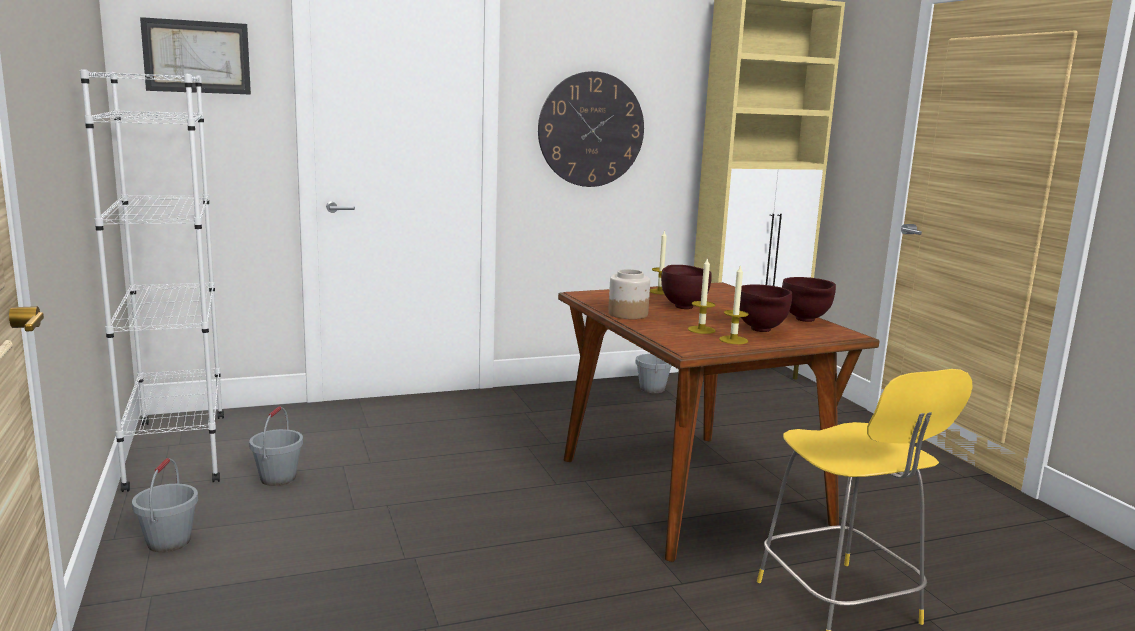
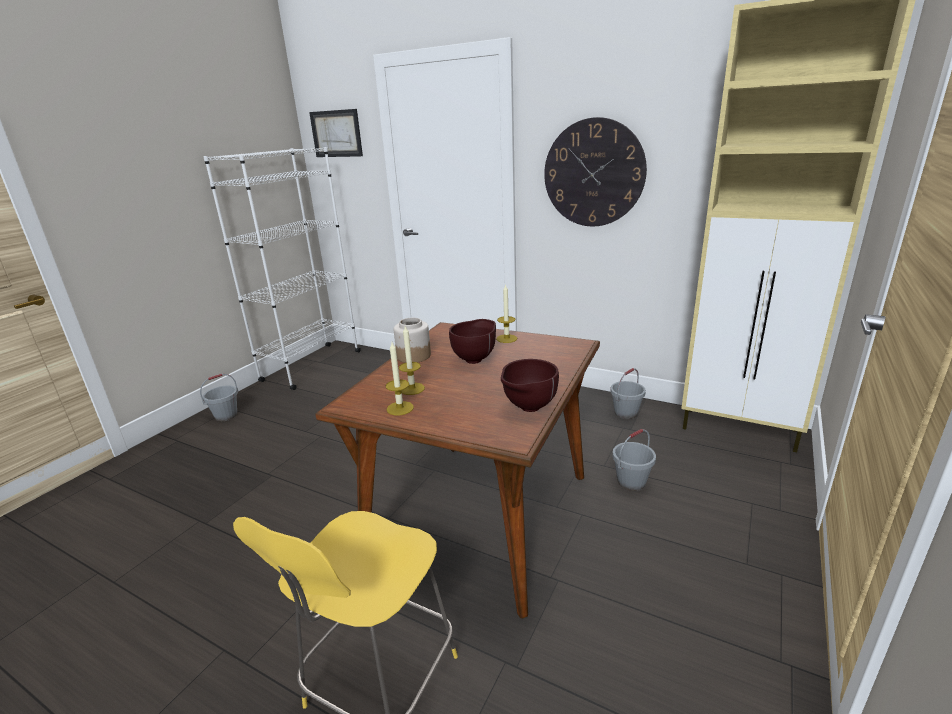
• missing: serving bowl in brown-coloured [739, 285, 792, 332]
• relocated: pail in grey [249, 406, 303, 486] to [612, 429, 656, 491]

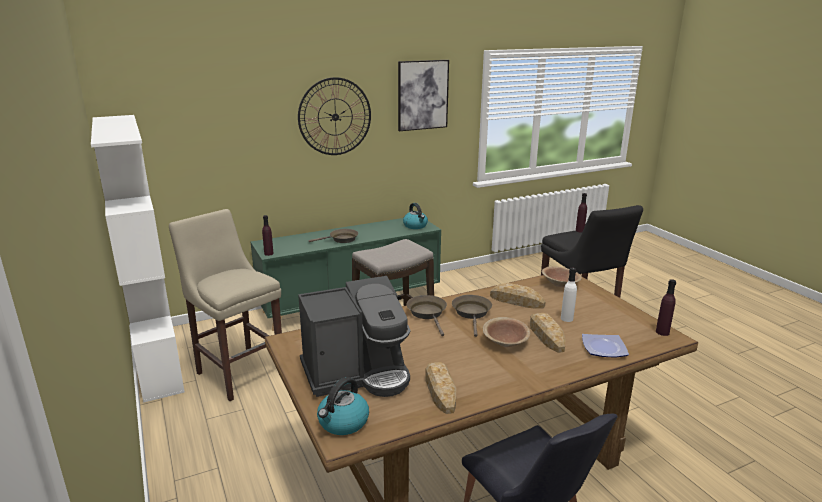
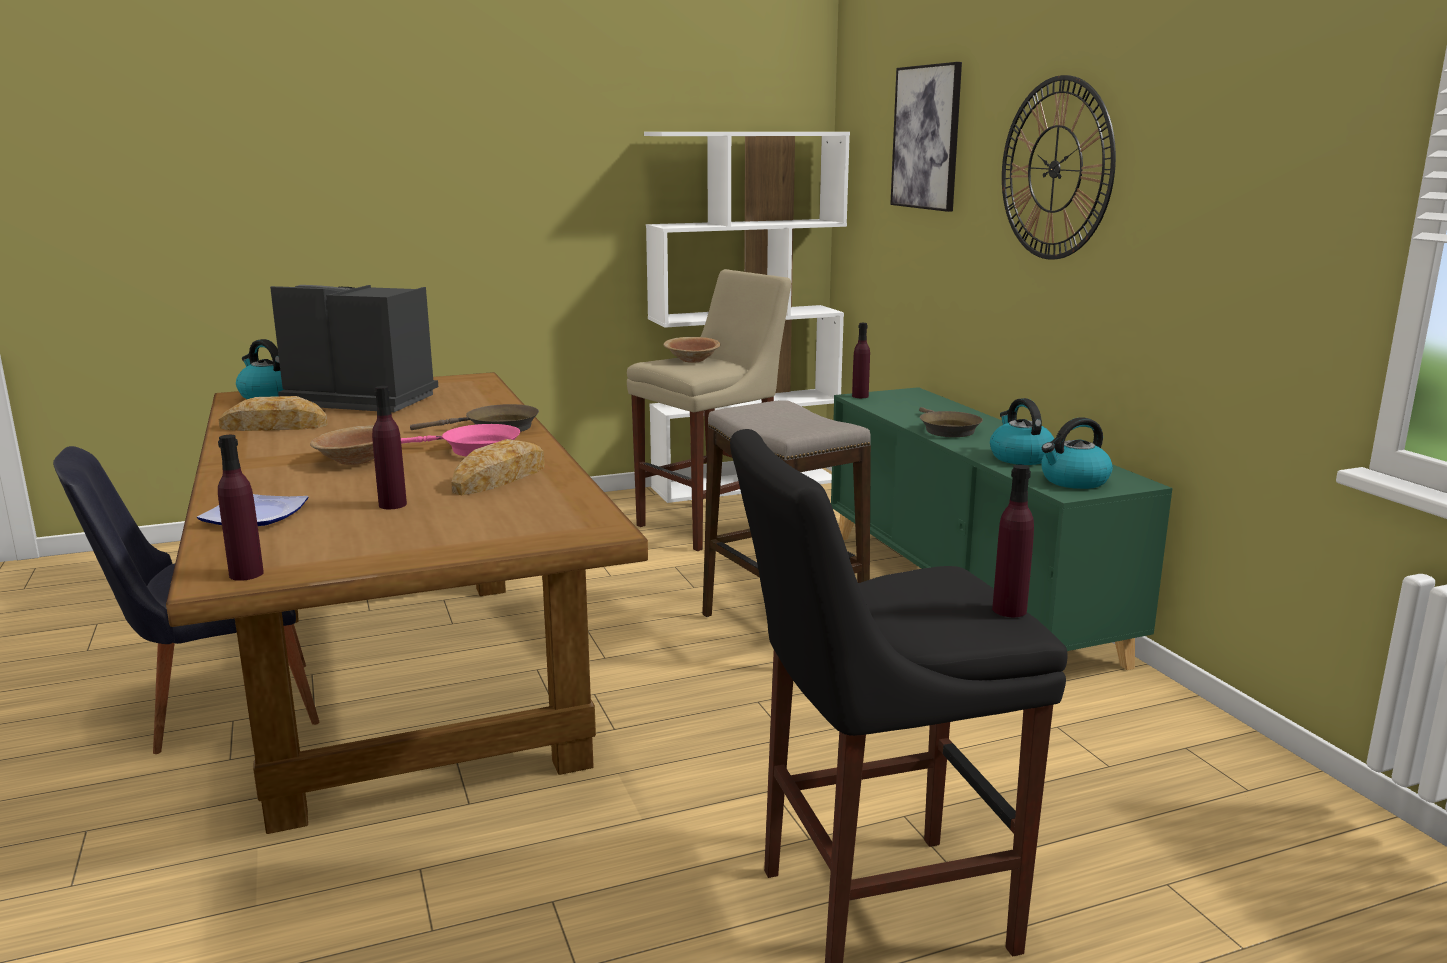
• relocated: wall picture [398, 60, 449, 131] to [890, 62, 962, 212]
• relocated: serving bowl in brown-coloured [542, 267, 582, 287] to [664, 337, 721, 363]
• colour: beverage bottle in white [561, 268, 577, 322] to beverage bottle in purple [372, 386, 407, 509]
• spun: coffee brewer [298, 276, 410, 397] = [270, 285, 438, 412] 120 degrees clockwise
• colour: frying pan in brown-coloured [452, 295, 492, 337] to frying pan in pinkish [401, 424, 520, 456]
• missing: bakery bread [530, 313, 565, 353]
• appeared: tea kettle [990, 398, 1054, 465]

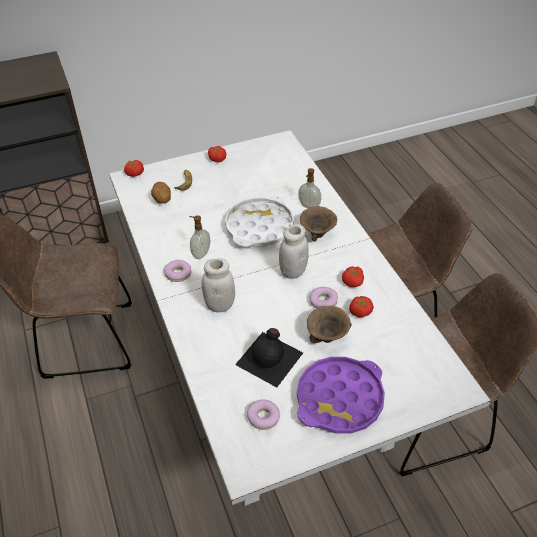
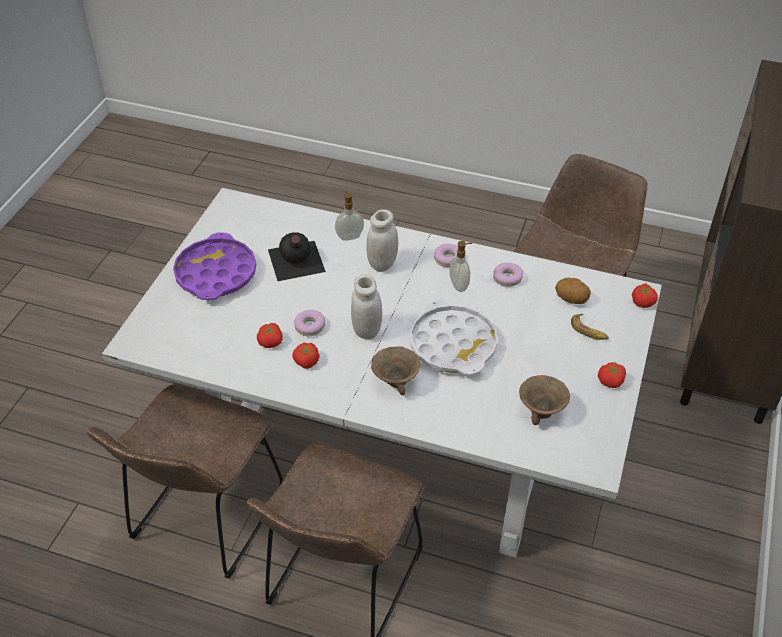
• relocated: liquid soap bottle [298, 168, 321, 208] to [335, 191, 364, 241]
• relocated: serving bowl in brown-coloured [307, 306, 352, 343] to [519, 375, 570, 425]
• relocated: ring doughnut [247, 399, 280, 430] to [493, 262, 523, 287]

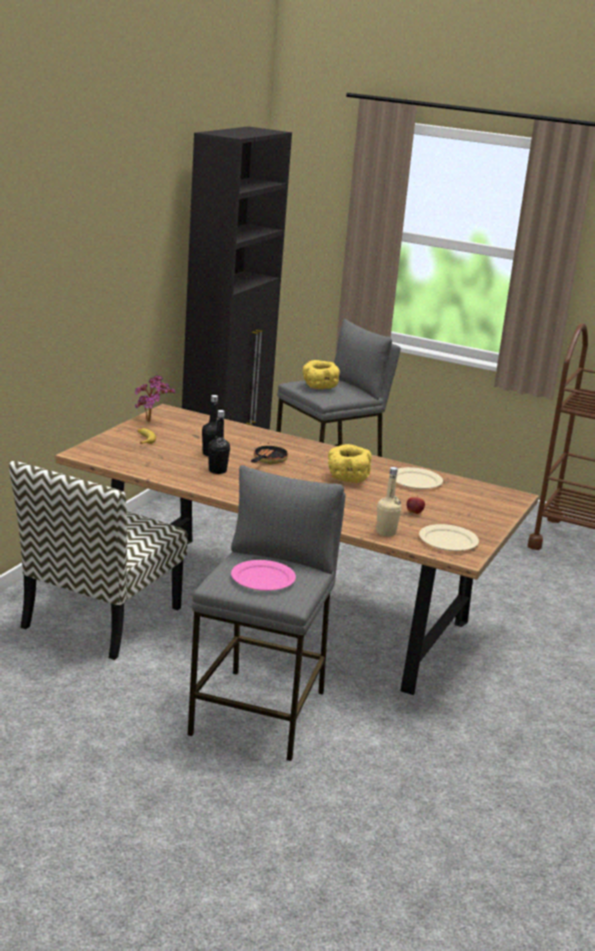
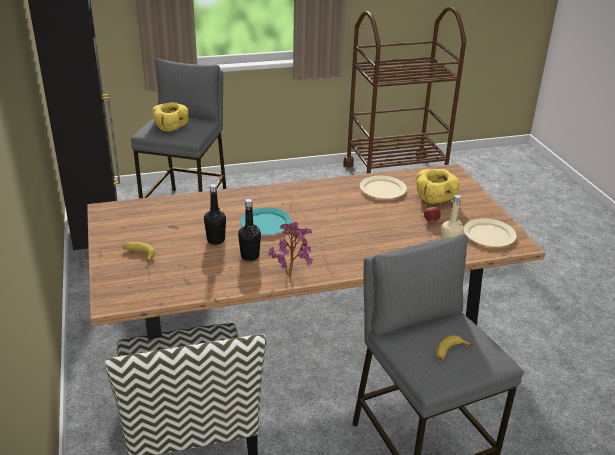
• relocated: plant in a pot [135, 375, 175, 422] to [268, 222, 313, 275]
• exchanged: frying pan [251, 443, 288, 464] to flat dish in blue-green [240, 208, 292, 235]
• relocated: serving bowl in yellowish [328, 444, 372, 483] to [416, 169, 460, 204]
• exchanged: flat dish in pinkish [231, 560, 296, 591] to banana [436, 335, 473, 361]

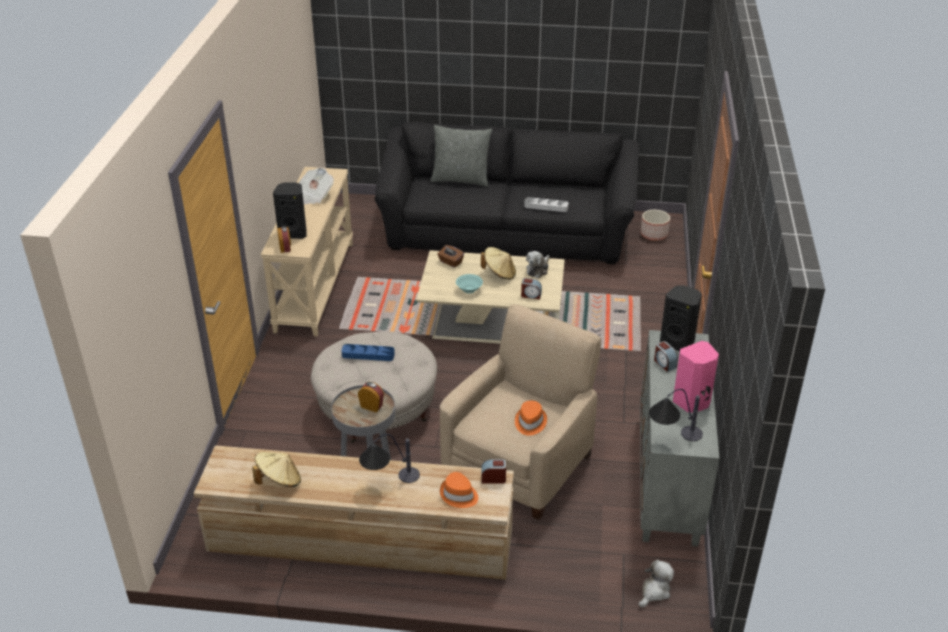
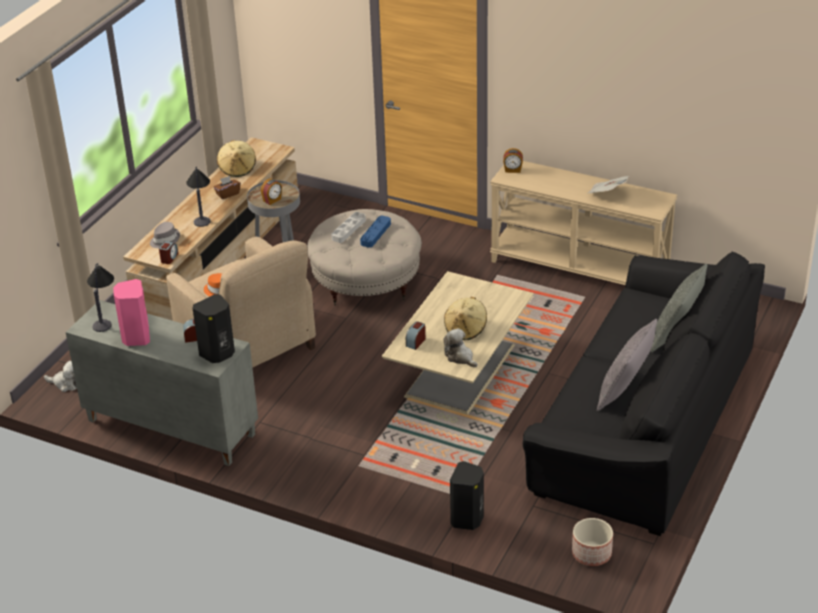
• relocated: loudspeaker in black [273, 182, 307, 239] to [450, 461, 484, 530]
• relocated: serving tray in grey [524, 197, 568, 212] to [331, 212, 366, 243]
• relocated: tissue box in brown-coloured [437, 245, 464, 268] to [213, 176, 241, 199]
• missing: serving bowl in blue-green [456, 274, 483, 294]
• colour: clothing hat in orange [440, 472, 478, 508] to clothing hat in grey [150, 222, 180, 248]
• spun: plush toy [639, 560, 674, 608] = [44, 361, 77, 392] 45 degrees counterclockwise
• appeared: pillow in grey [597, 319, 657, 411]

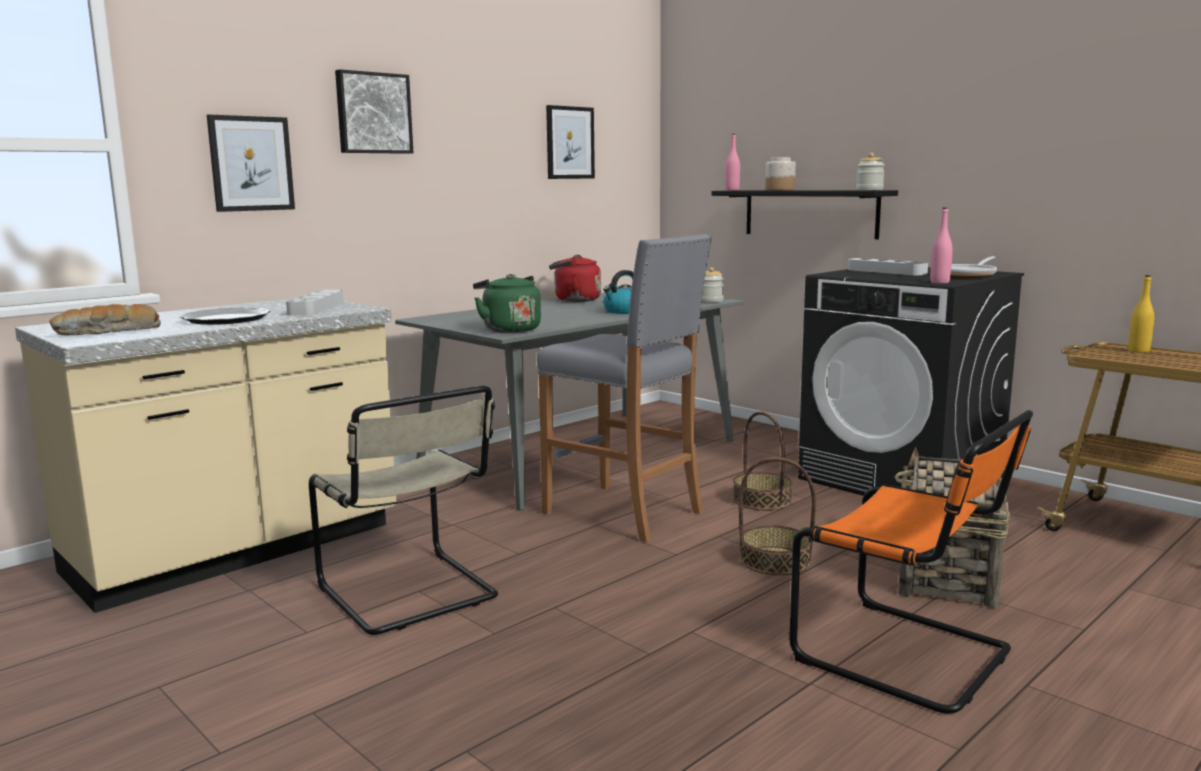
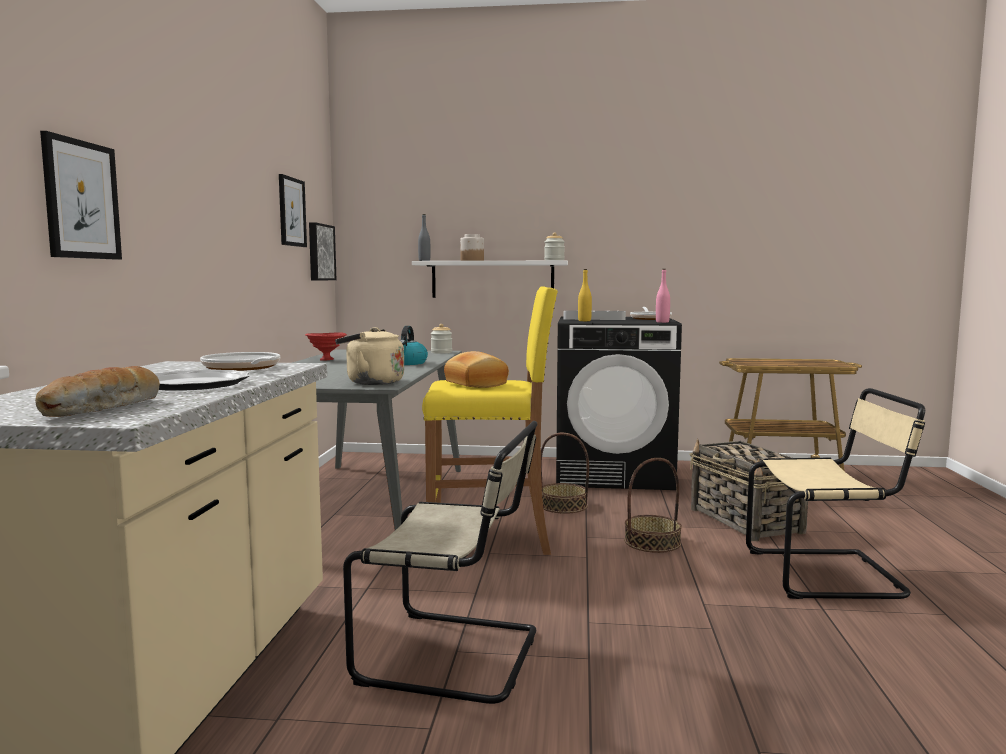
• relocated: wall picture [335, 69, 413, 154] to [309, 222, 336, 281]
• colour: beverage bottle in pinkish [725, 134, 740, 190] to beverage bottle in grey [418, 214, 430, 261]
• colour: bracket shelf in black [711, 190, 898, 239] to bracket shelf in white [412, 261, 568, 298]
• colour: stool seat in grey [536, 234, 712, 542] to stool seat in yellowish [422, 286, 558, 555]
• exchanged: tea kettle in reddish [549, 255, 601, 302] to serving bowl in reddish [305, 332, 347, 361]
• colour: tea kettle in greenish [473, 274, 541, 333] to tea kettle in beige [335, 327, 404, 385]
• relocated: beverage bottle in yellowish [1128, 275, 1154, 353] to [578, 269, 592, 321]
• exchanged: serving tray in grey [286, 290, 344, 316] to frying pan [200, 352, 280, 371]
• colour: upright chair in orange [789, 410, 1033, 714] to upright chair in beige [746, 388, 925, 599]
• appeared: bakery bread [444, 351, 509, 388]

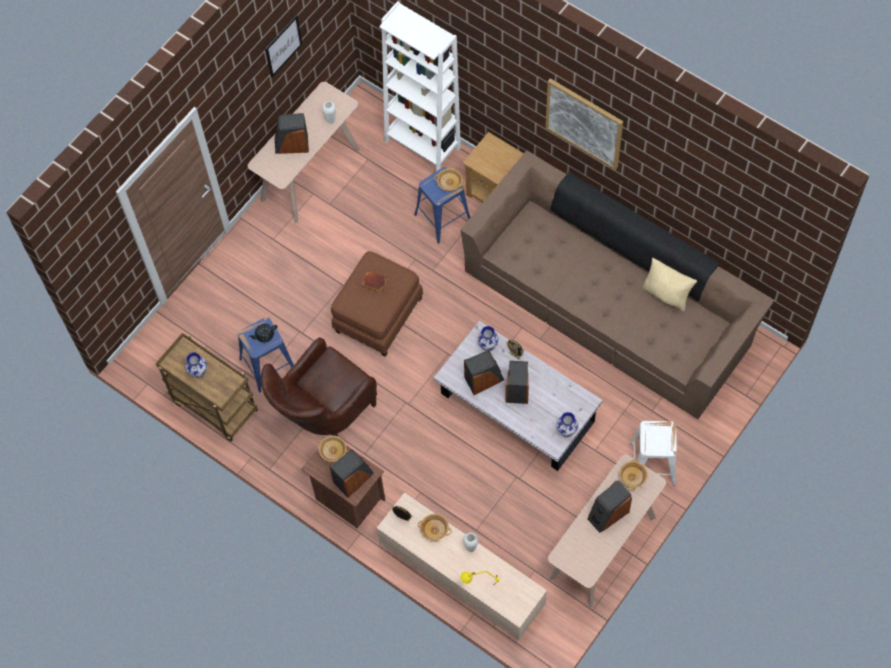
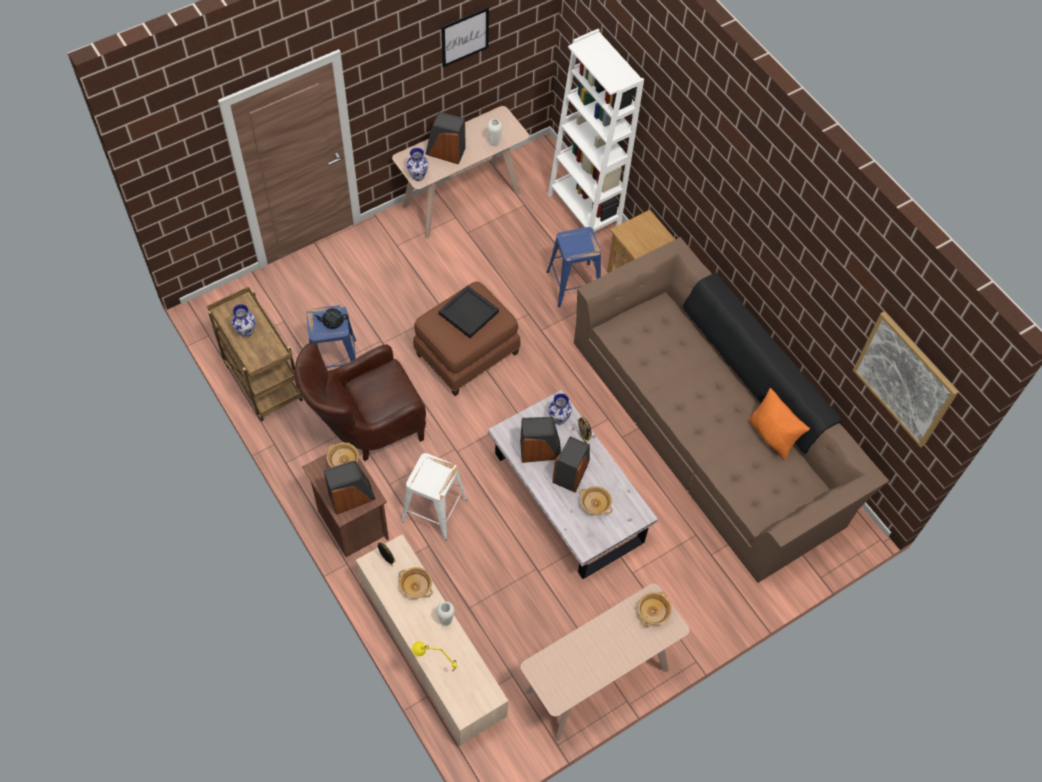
• relocated: wall picture [546, 78, 623, 170] to [853, 311, 958, 447]
• relocated: serving bowl in beige [434, 168, 465, 191] to [579, 486, 613, 515]
• colour: pillow in beige [642, 258, 697, 311] to pillow in orange [749, 388, 810, 459]
• exchanged: volume in brown-coloured [361, 271, 388, 293] to serving tray in black [439, 285, 499, 338]
• relocated: decorative vase [557, 412, 578, 437] to [406, 148, 429, 181]
• relocated: stool seat in white [630, 421, 677, 486] to [401, 453, 467, 540]
• missing: loudspeaker [587, 480, 632, 533]

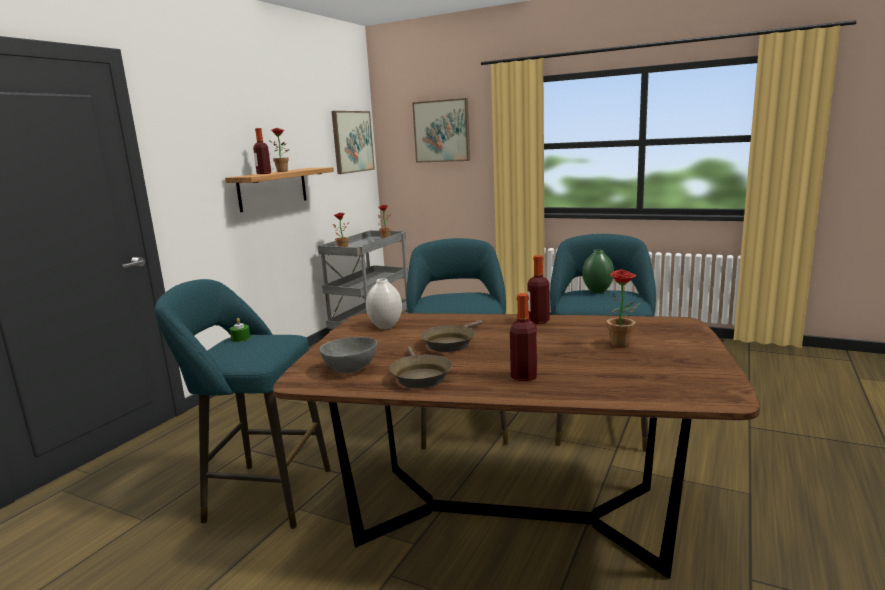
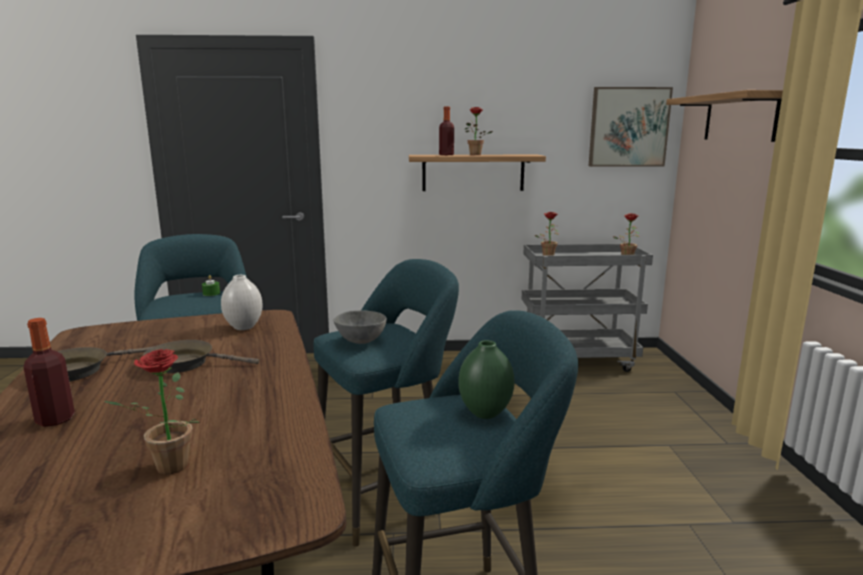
• exchanged: wall picture [412, 98, 470, 163] to bracket shelf [666, 90, 783, 142]
• missing: beverage bottle [527, 255, 550, 324]
• relocated: serving bowl in grey [320, 337, 377, 373] to [334, 310, 387, 344]

